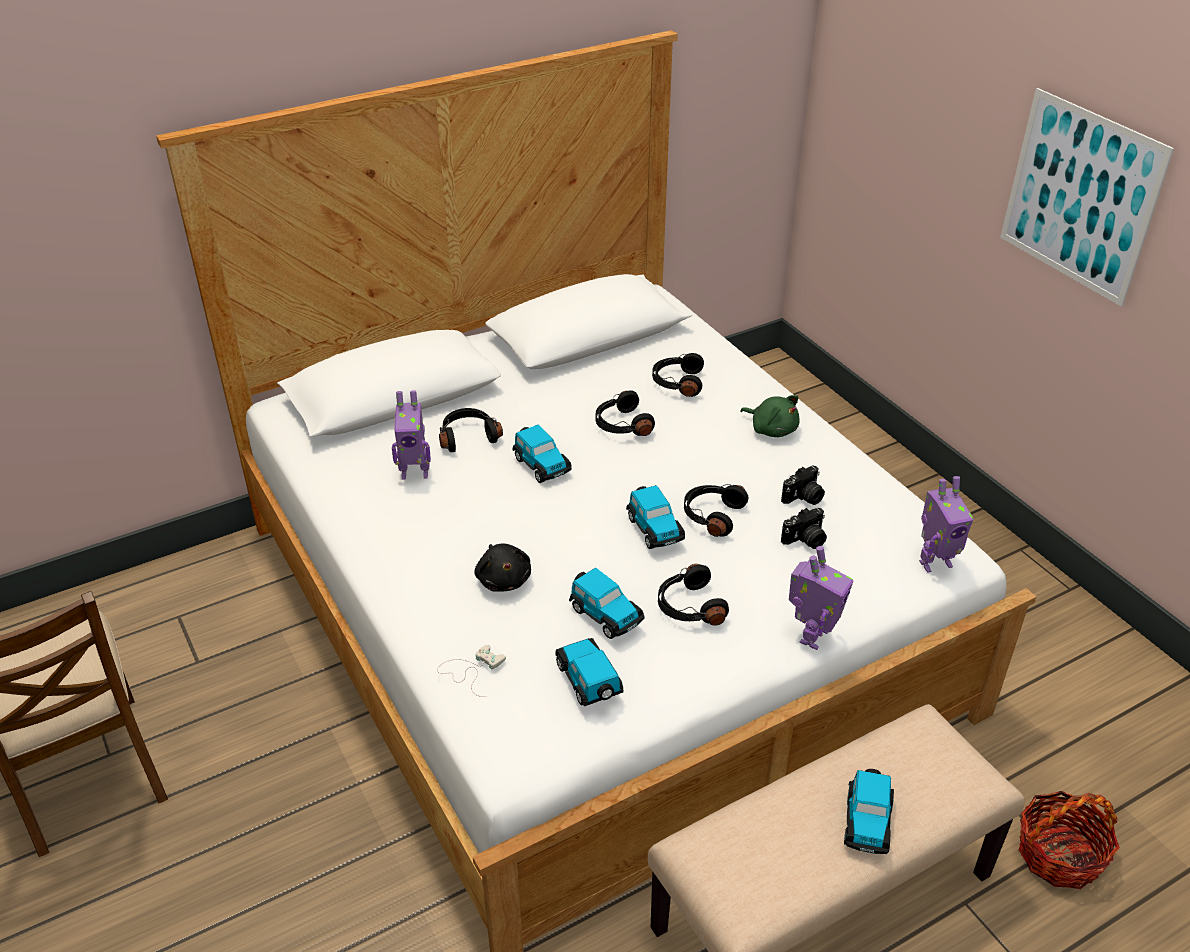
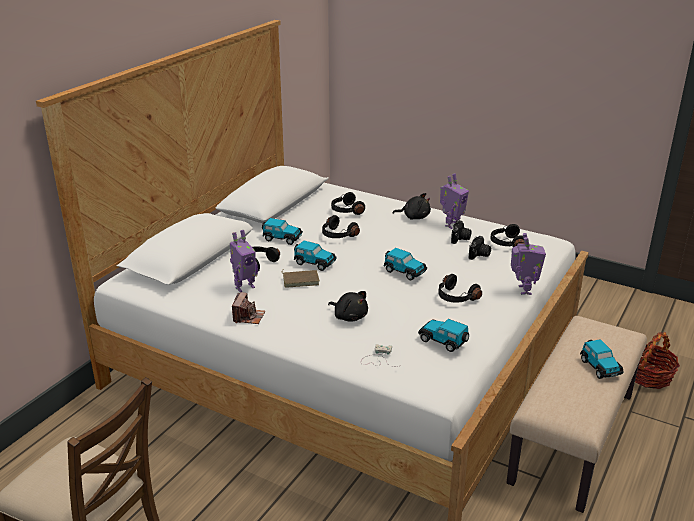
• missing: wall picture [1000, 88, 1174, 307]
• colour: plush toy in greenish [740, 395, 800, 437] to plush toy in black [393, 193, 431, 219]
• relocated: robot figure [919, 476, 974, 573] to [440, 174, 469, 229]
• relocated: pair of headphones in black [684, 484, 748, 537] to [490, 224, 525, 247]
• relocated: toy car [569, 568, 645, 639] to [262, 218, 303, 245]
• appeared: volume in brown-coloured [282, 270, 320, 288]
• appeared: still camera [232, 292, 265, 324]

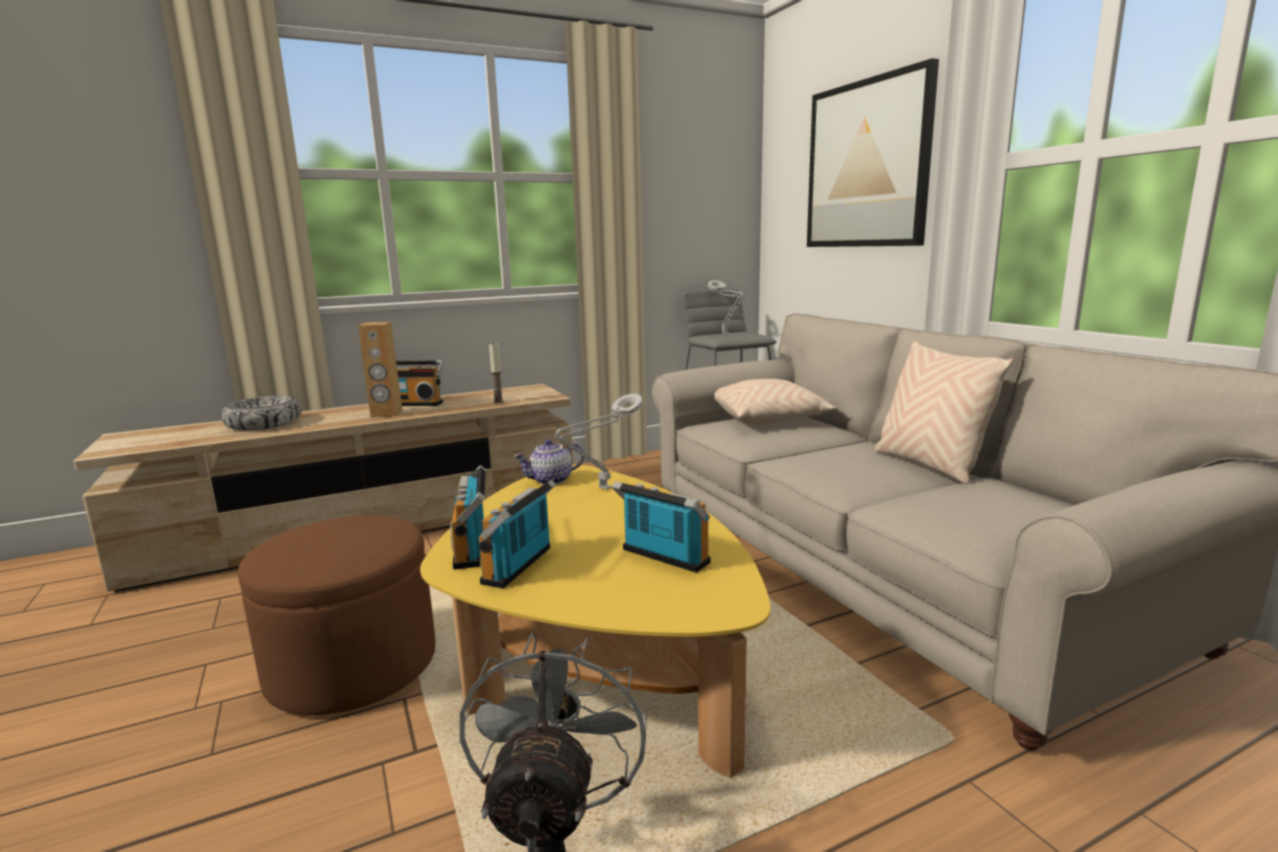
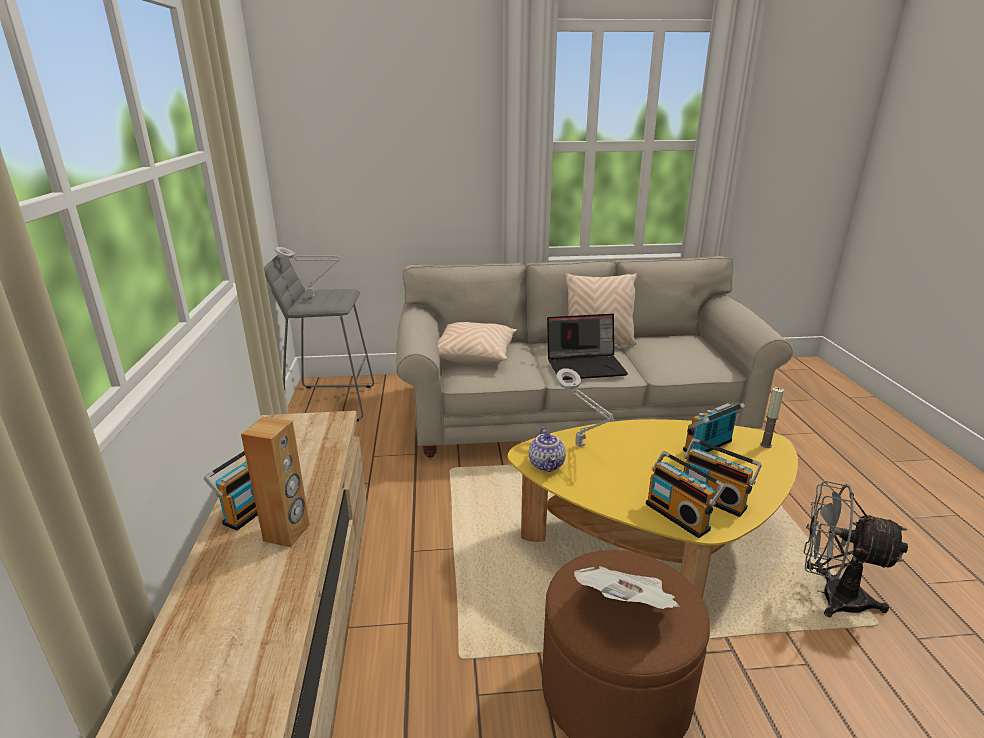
• missing: wall picture [807, 58, 939, 247]
• relocated: wax light [489, 343, 504, 403] to [760, 387, 784, 448]
• missing: serving bowl [221, 396, 301, 430]
• spun: radio set [450, 465, 486, 570] = [646, 451, 726, 538] 45 degrees clockwise
• appeared: laptop [547, 314, 628, 380]
• appeared: daily paper [574, 566, 679, 609]

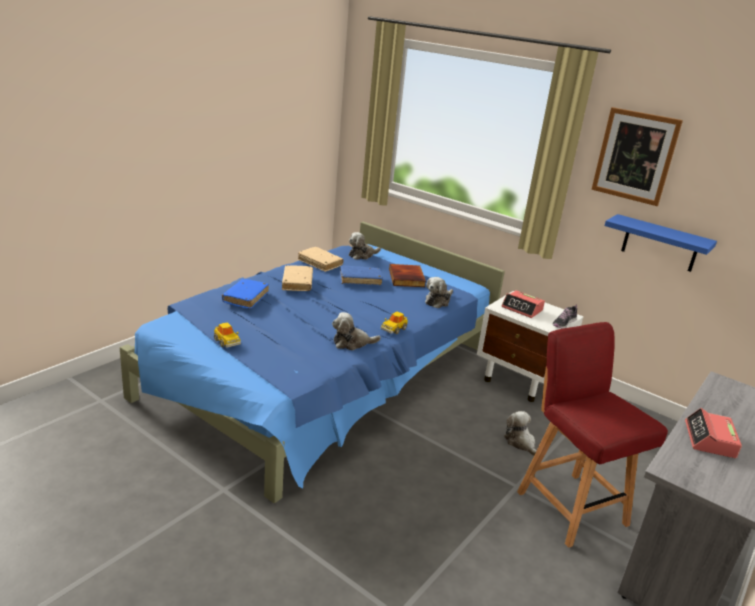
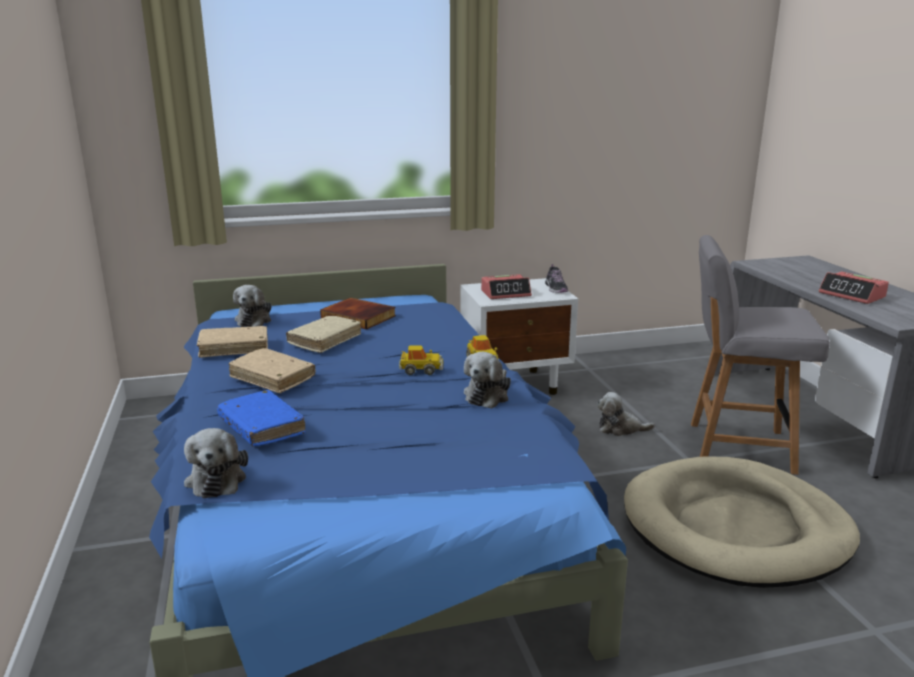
• missing: wall picture [591, 107, 683, 206]
• missing: bracket shelf in blue [604, 214, 717, 272]
• colour: volume in blue [340, 266, 383, 286] to volume in beige [286, 316, 361, 353]
• relocated: plush toy [425, 277, 453, 308] to [184, 428, 248, 498]
• relocated: toy car [214, 322, 241, 348] to [399, 345, 443, 375]
• colour: upright chair in reddish [517, 322, 668, 548] to upright chair in grey [691, 235, 830, 475]
• appeared: pet bed in beige [624, 456, 860, 588]

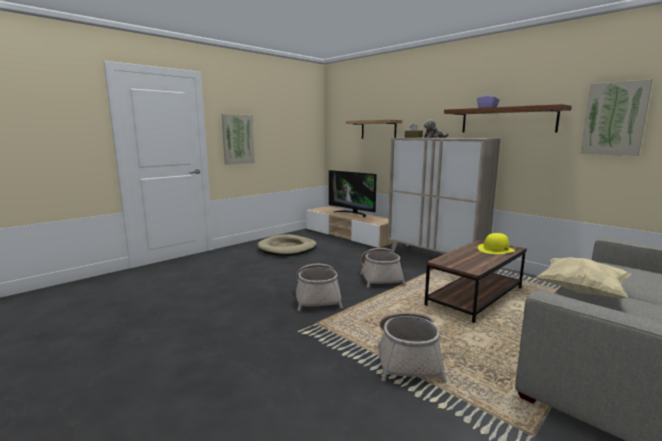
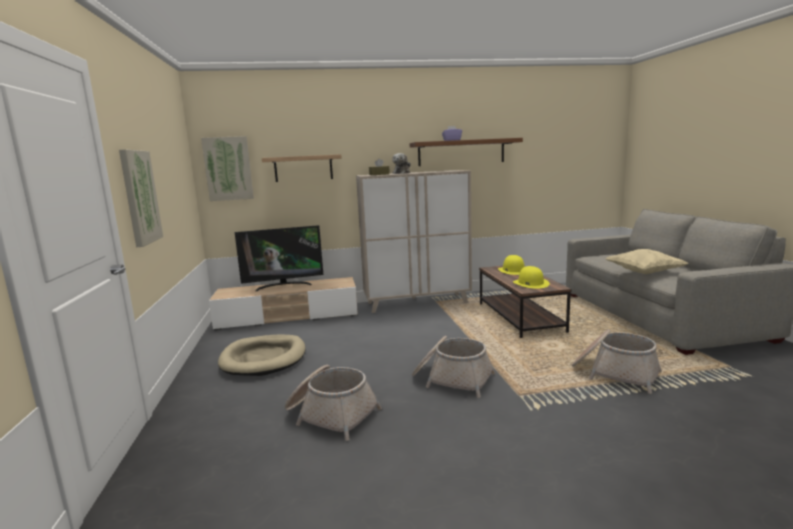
• relocated: wall picture [581, 79, 652, 156] to [201, 136, 254, 201]
• relocated: household basket [360, 248, 406, 288] to [285, 365, 382, 441]
• appeared: clothing hat in yellowish [513, 266, 550, 289]

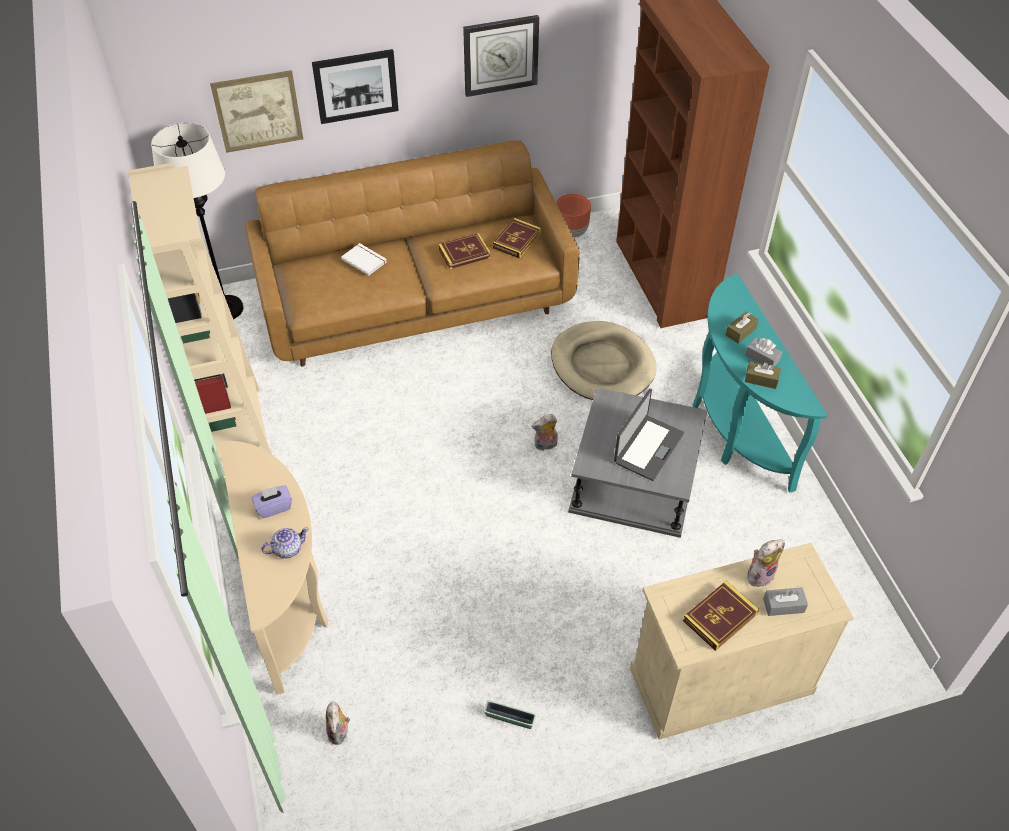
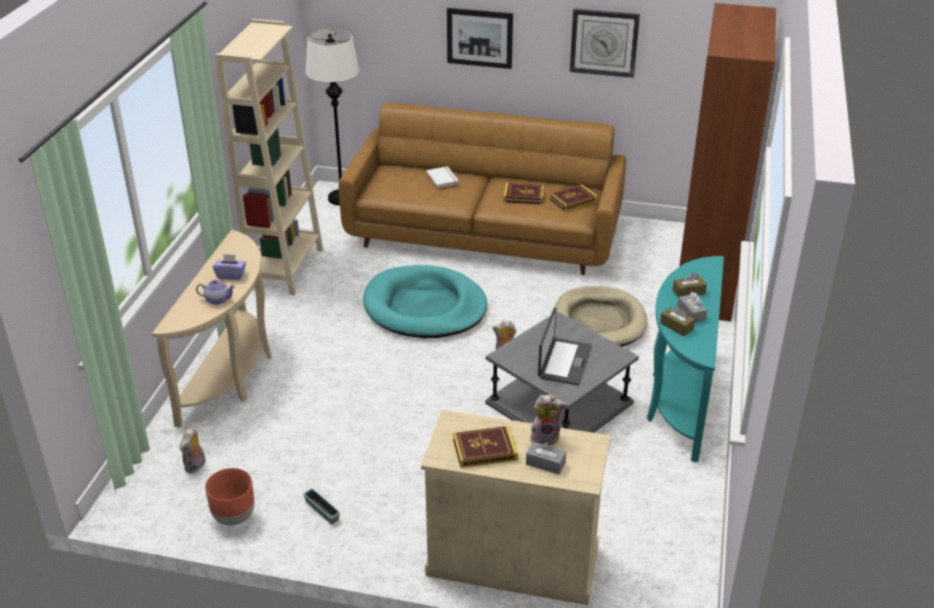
• missing: wall picture [210, 70, 303, 153]
• relocated: plant pot in brown-coloured [556, 193, 591, 238] to [205, 468, 255, 526]
• spun: laptop [614, 389, 684, 481] = [538, 307, 592, 385] 45 degrees counterclockwise
• appeared: pet bed in blue-green [363, 265, 487, 338]

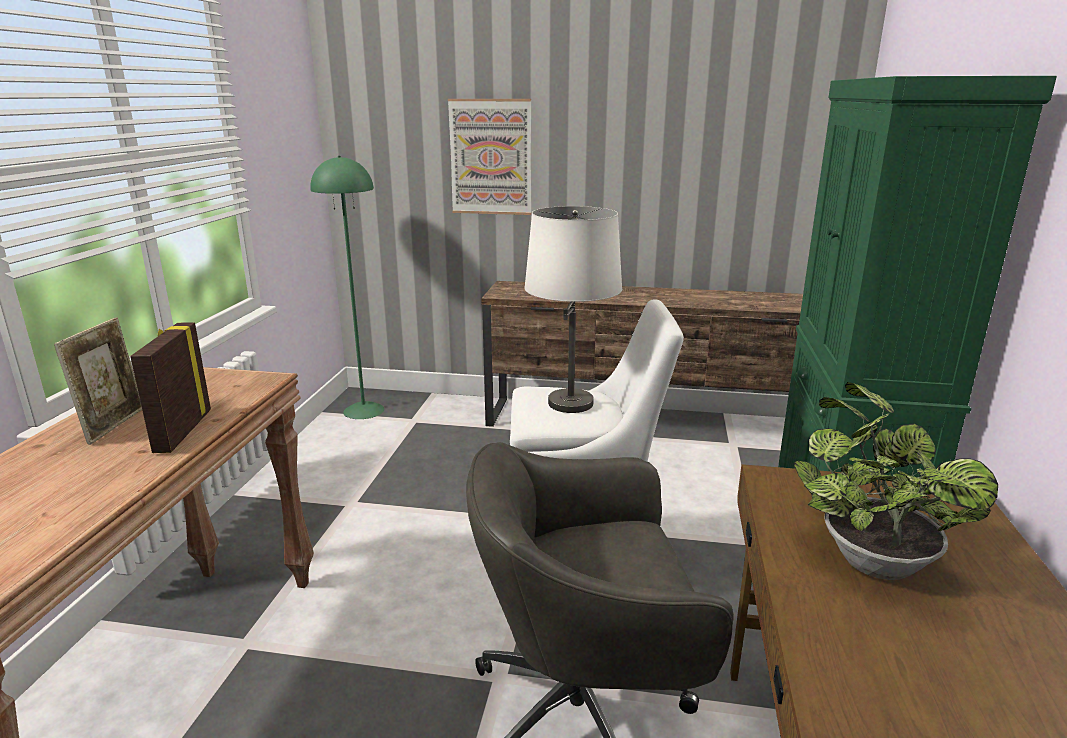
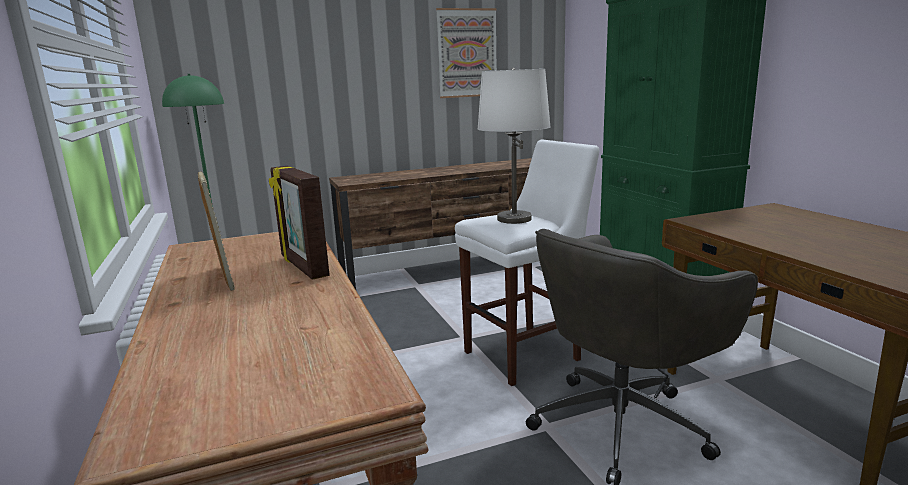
• relocated: wall picture [448, 99, 531, 215] to [436, 8, 497, 98]
• missing: plant in a pot [794, 382, 998, 580]

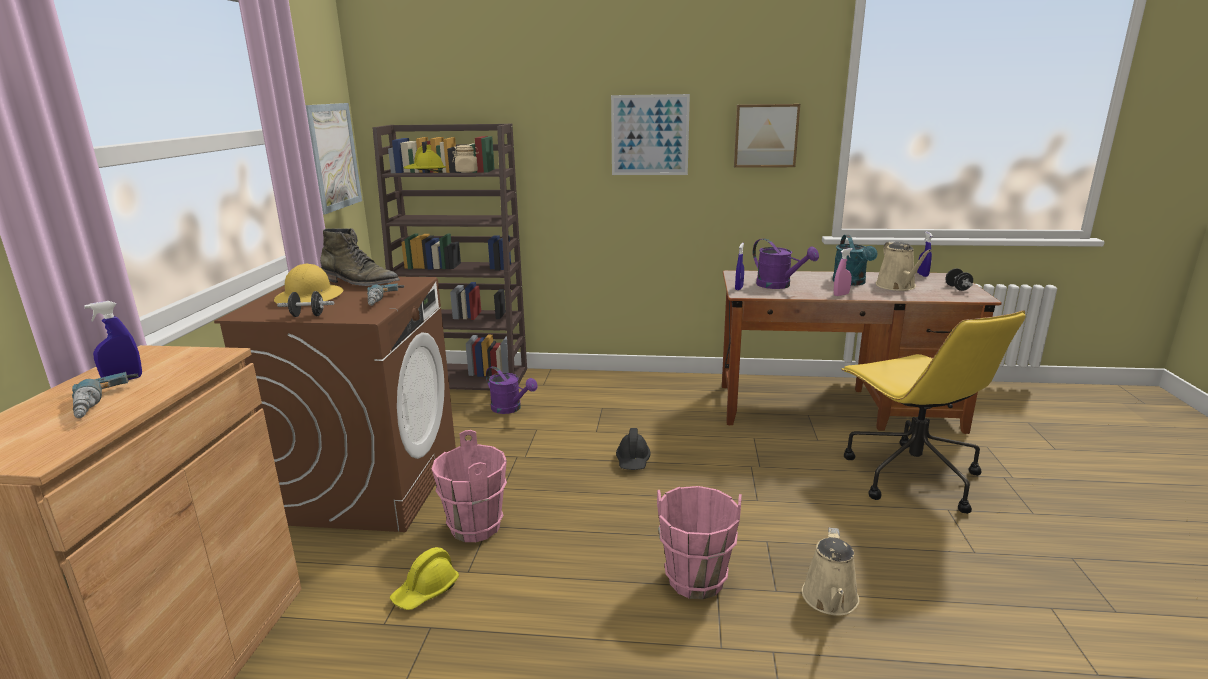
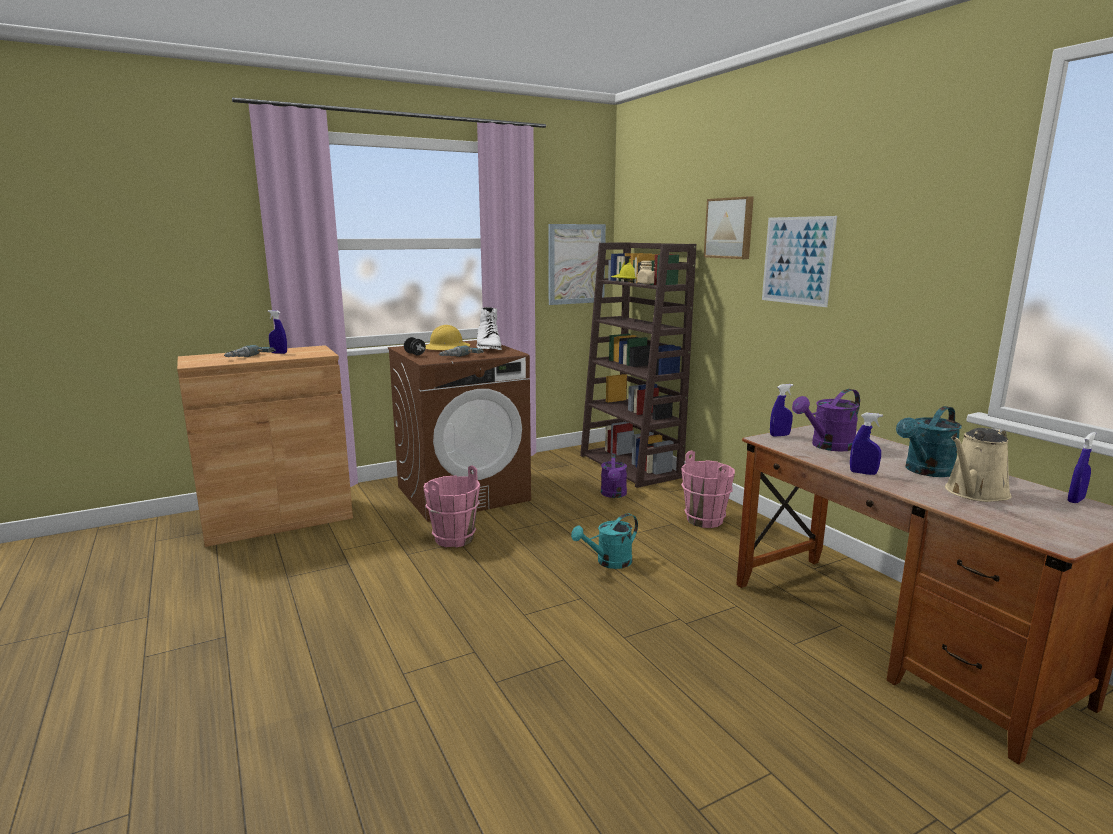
• relocated: wall picture [734, 104, 800, 168] to [704, 196, 754, 259]
• colour: boot in greenish [320, 228, 400, 286] to boot in white [477, 307, 502, 350]
• spun: sprinkling can in purple [753, 238, 819, 289] = [792, 389, 860, 451] 45 degrees clockwise
• colour: hand sprayer in pinkish [834, 248, 853, 296] to hand sprayer in blue [850, 413, 883, 475]
• missing: hand weight in black [945, 268, 973, 291]
• missing: office chair in yellowish [841, 310, 1026, 514]
• exchanged: work helmet in black [616, 428, 651, 470] to sprinkling can in blue-green [571, 513, 638, 569]
• relocated: pail in pinkish [657, 486, 742, 600] to [681, 450, 735, 528]
• missing: sprinkling can in beige [802, 528, 859, 616]
• missing: work helmet in yellowish [390, 547, 459, 610]

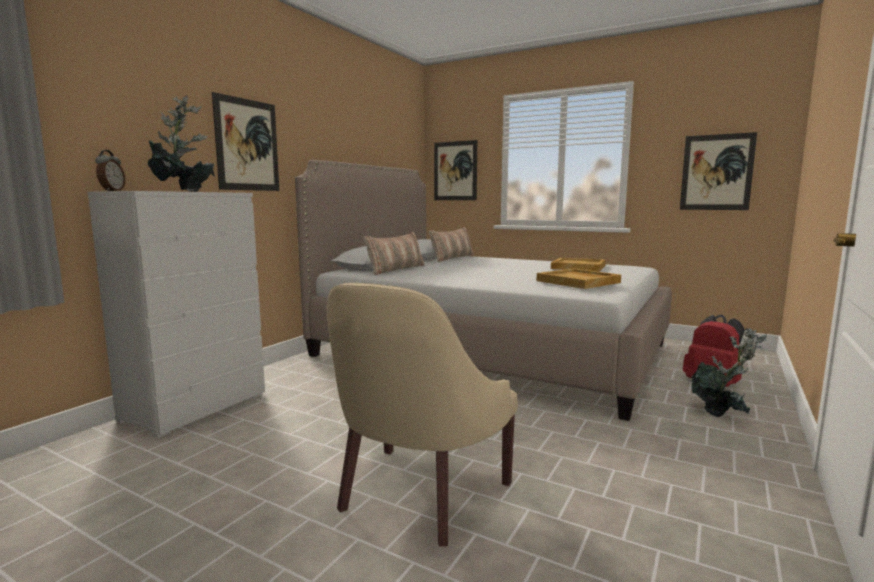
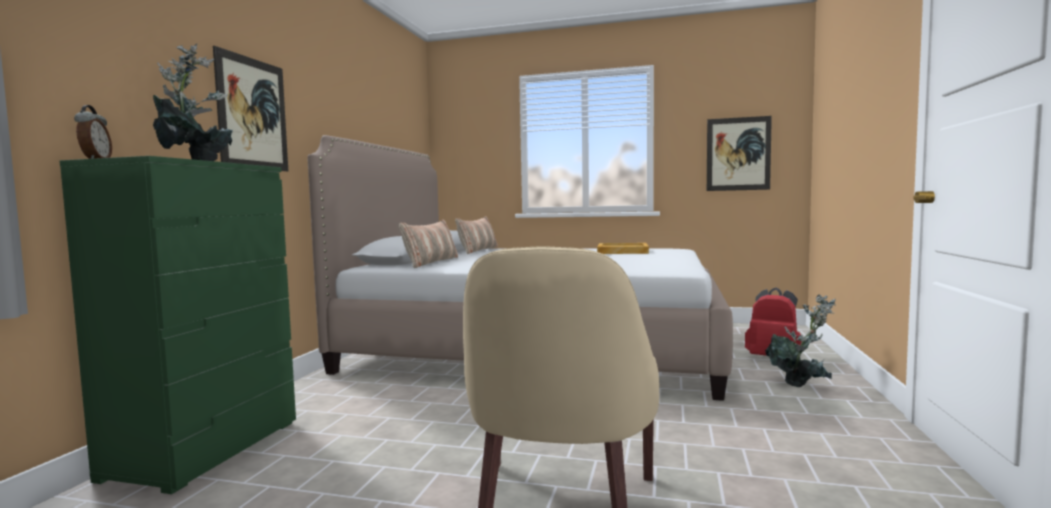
• missing: wall picture [434, 140, 477, 200]
• colour: chest of drawers in white [88, 191, 265, 438] to chest of drawers in greenish [60, 156, 296, 494]
• missing: serving tray in beige [537, 268, 621, 289]

